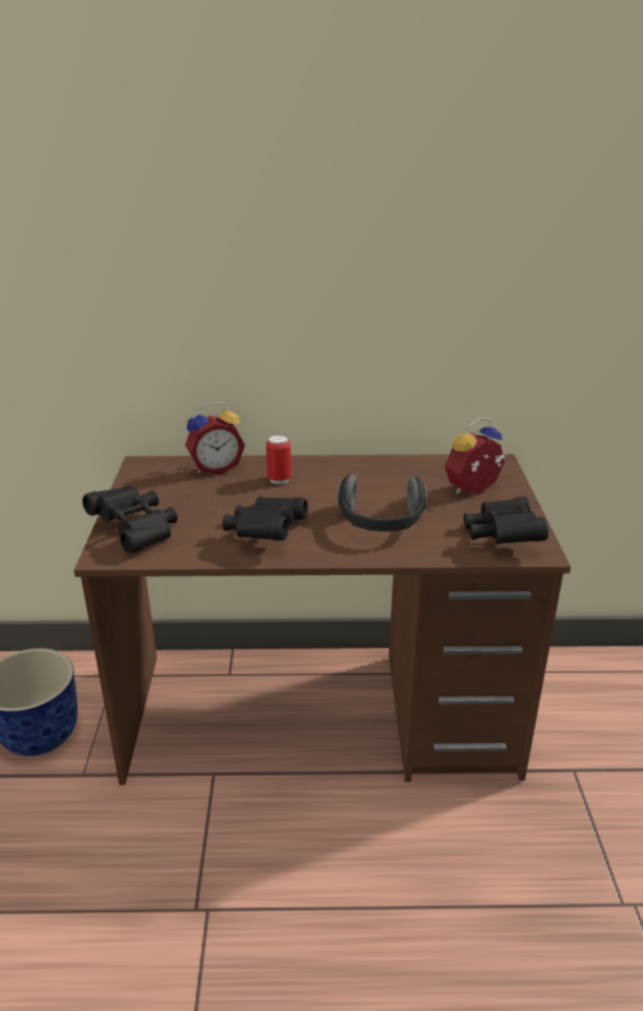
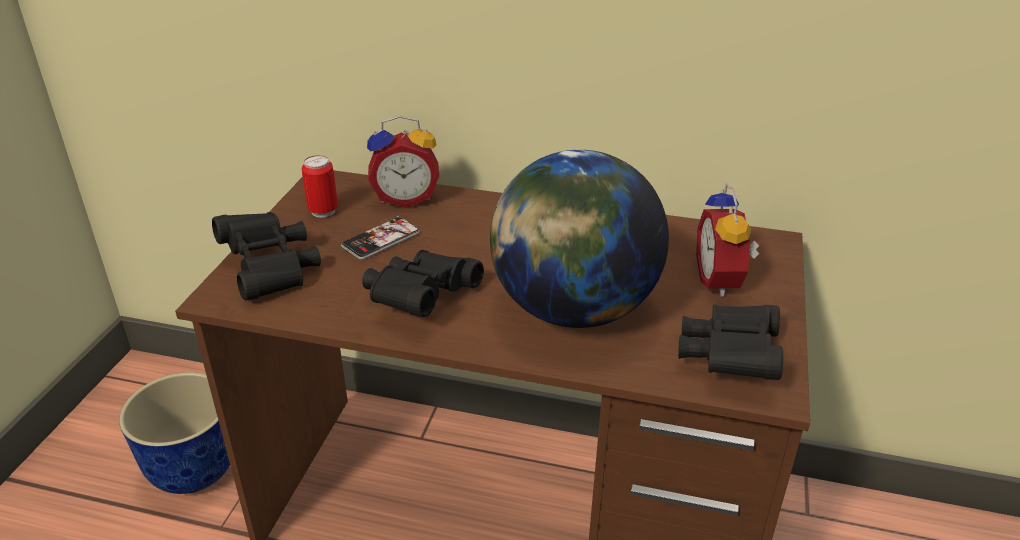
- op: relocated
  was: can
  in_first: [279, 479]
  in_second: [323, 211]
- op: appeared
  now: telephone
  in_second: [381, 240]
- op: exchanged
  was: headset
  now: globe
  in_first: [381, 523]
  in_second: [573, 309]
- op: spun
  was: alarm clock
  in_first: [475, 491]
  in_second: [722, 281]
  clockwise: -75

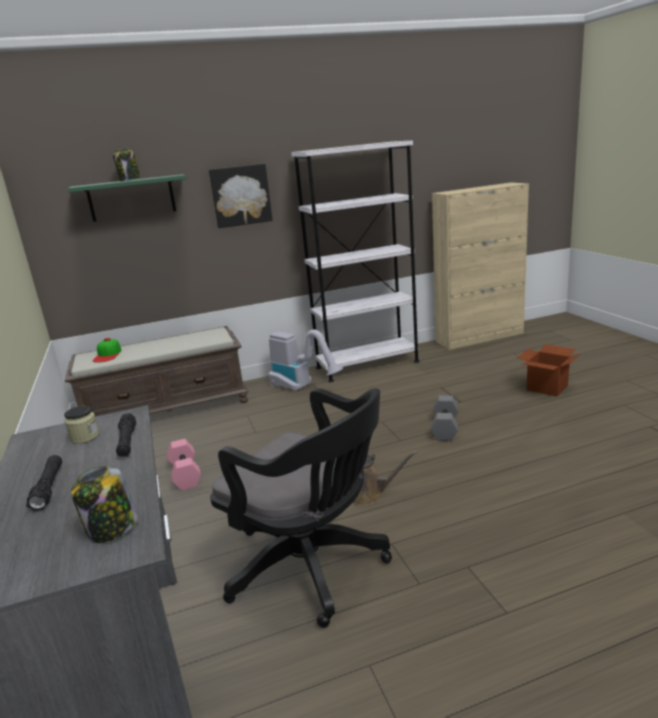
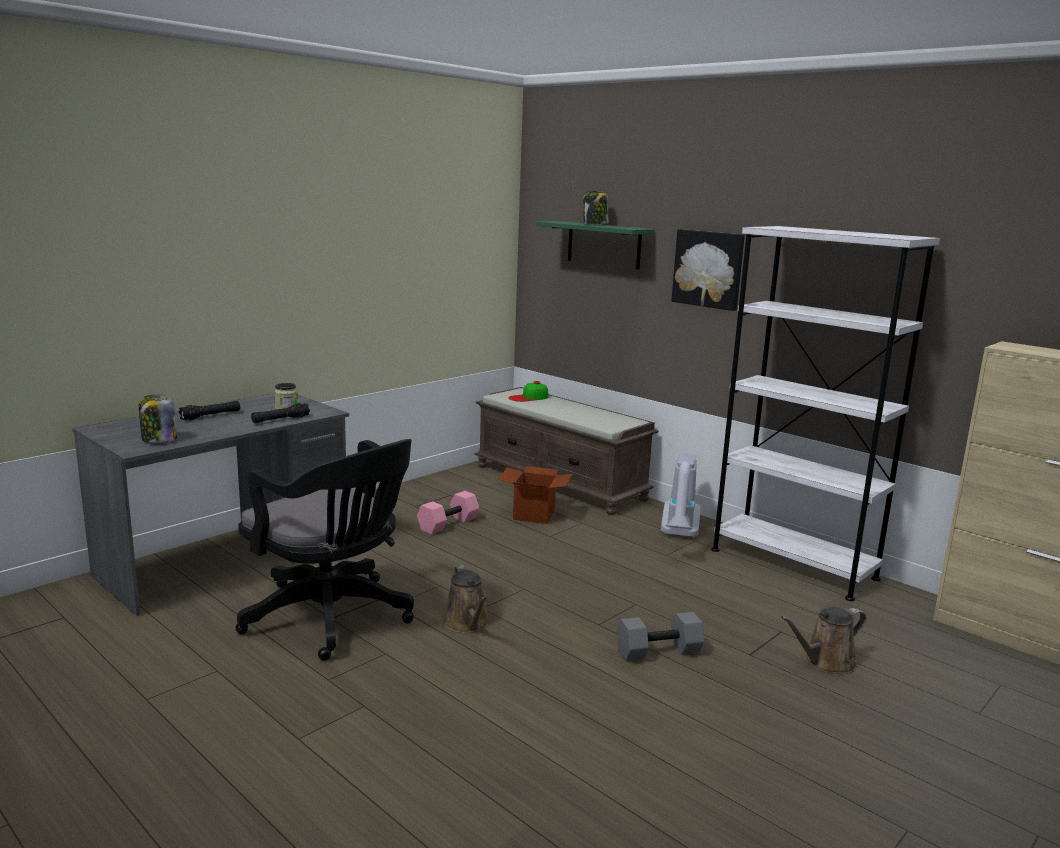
- op: spun
  was: black office chair
  in_first: [313, 567]
  in_second: [333, 618]
  clockwise: -60
- op: relocated
  was: carton
  in_first: [547, 388]
  in_second: [534, 515]
- op: appeared
  now: brownish watering can
  in_second: [825, 662]

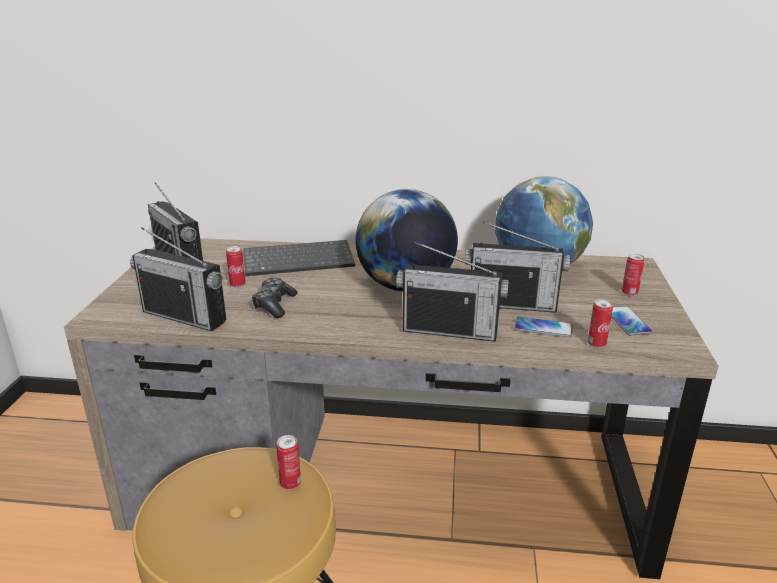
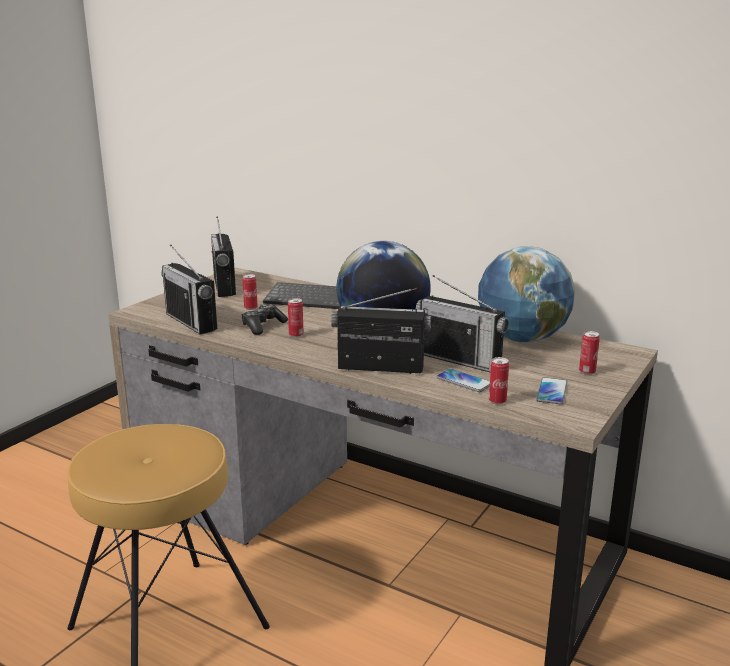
- op: relocated
  was: can
  in_first: [290, 483]
  in_second: [296, 335]
- op: spun
  was: radio
  in_first: [450, 330]
  in_second: [380, 368]
  clockwise: 150

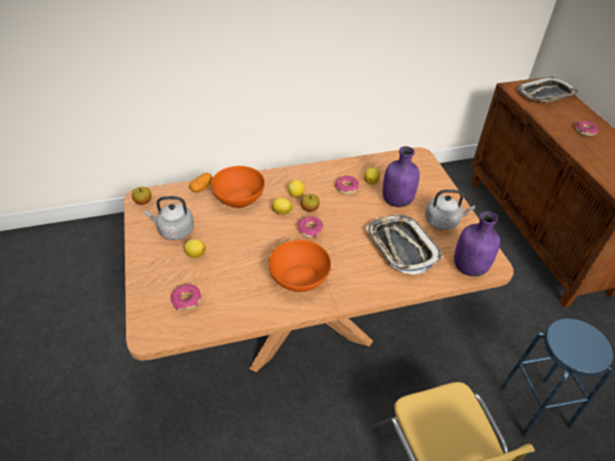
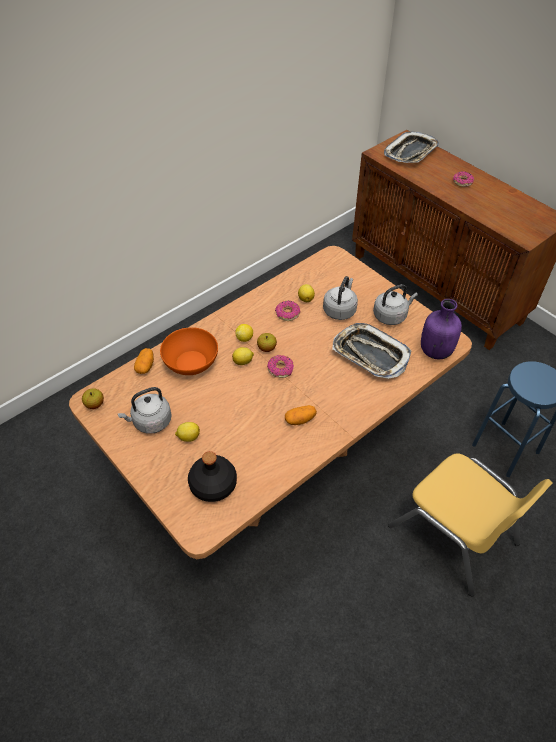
- op: exchanged
  was: donut
  now: black drink bottle
  in_first: [187, 300]
  in_second: [212, 484]
- op: exchanged
  was: orange serving bowl
  now: whole potato
  in_first: [299, 277]
  in_second: [300, 419]
- op: exchanged
  was: purplish drink bottle
  now: greyish kettle
  in_first: [397, 200]
  in_second: [340, 310]

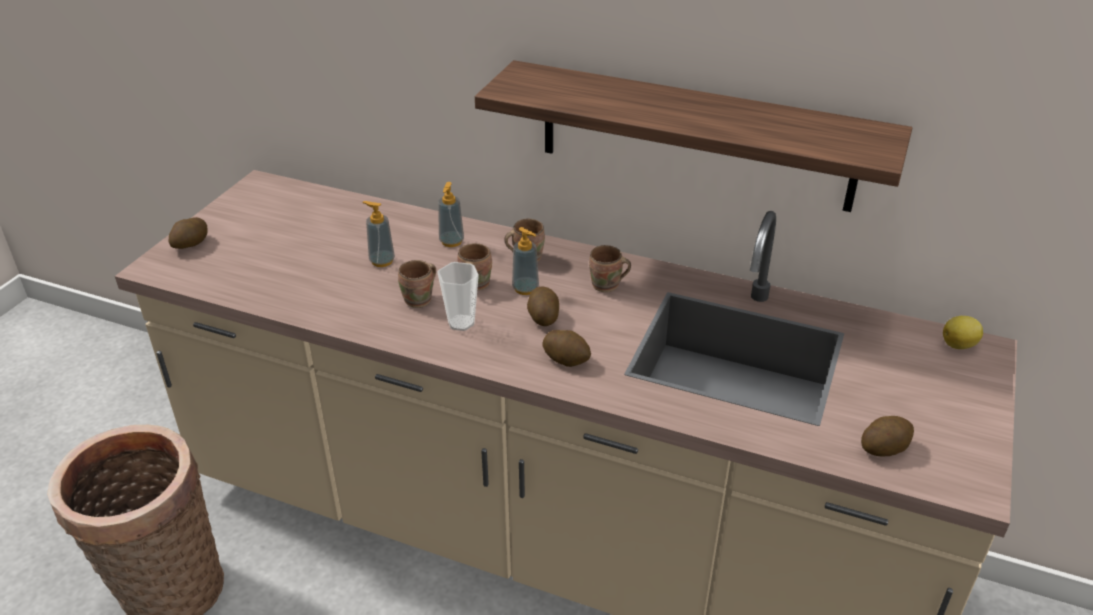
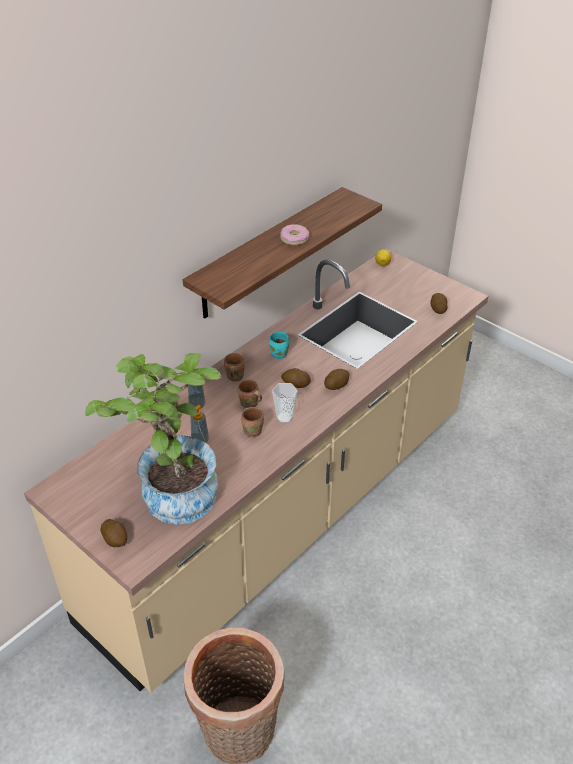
- op: appeared
  now: potted plant
  in_second: [172, 490]
- op: colour
  was: brownish coffee mug
  now: turquoise-coloured coffee mug
  in_first: [607, 286]
  in_second: [280, 354]
- op: appeared
  now: donut
  in_second: [294, 239]
- op: missing
  was: soap dispenser
  in_first: [525, 288]

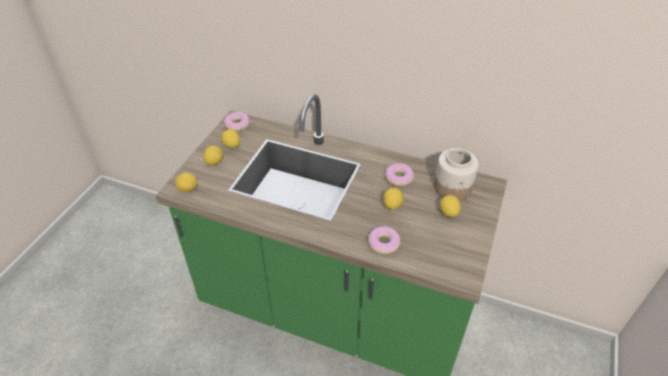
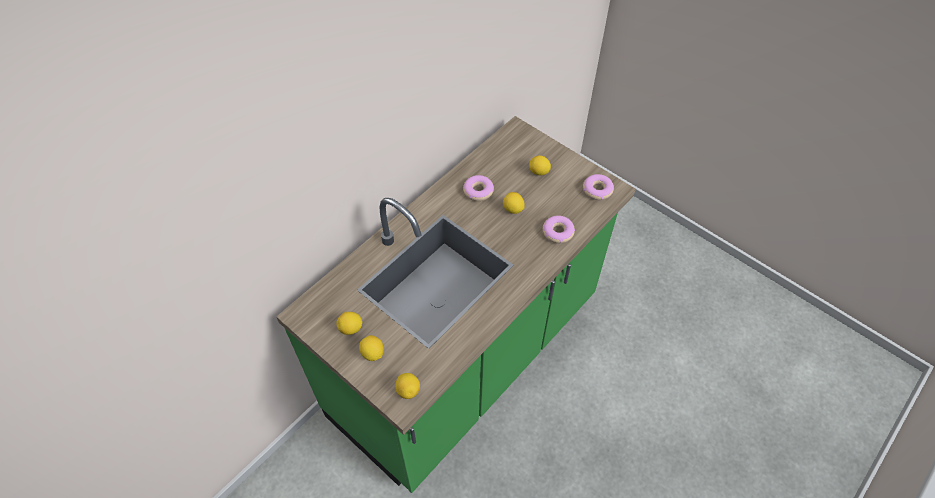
- op: relocated
  was: donut
  in_first: [237, 125]
  in_second: [597, 190]
- op: missing
  was: storage jar
  in_first: [453, 187]

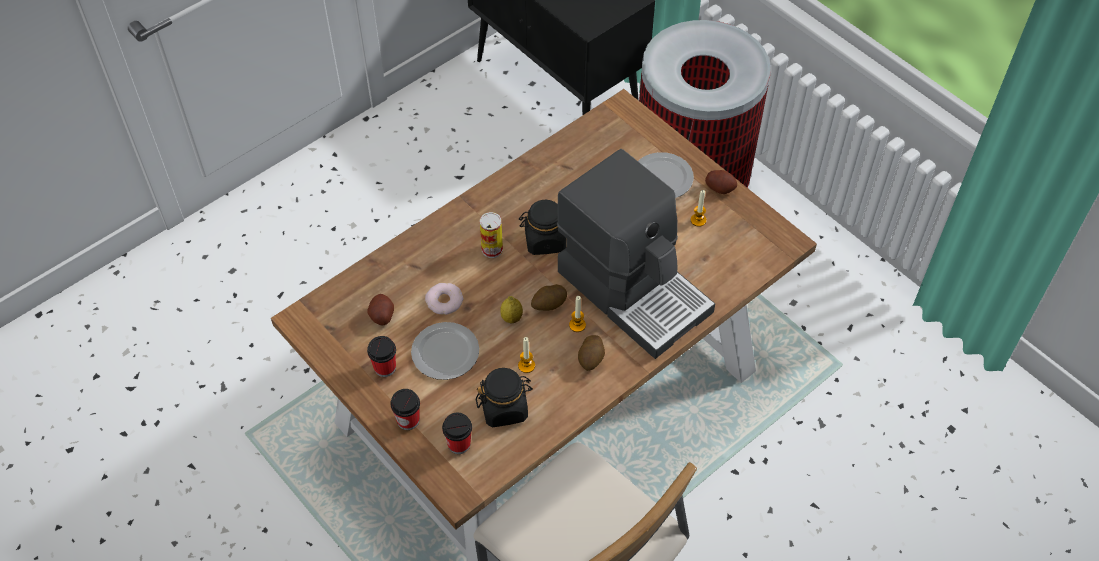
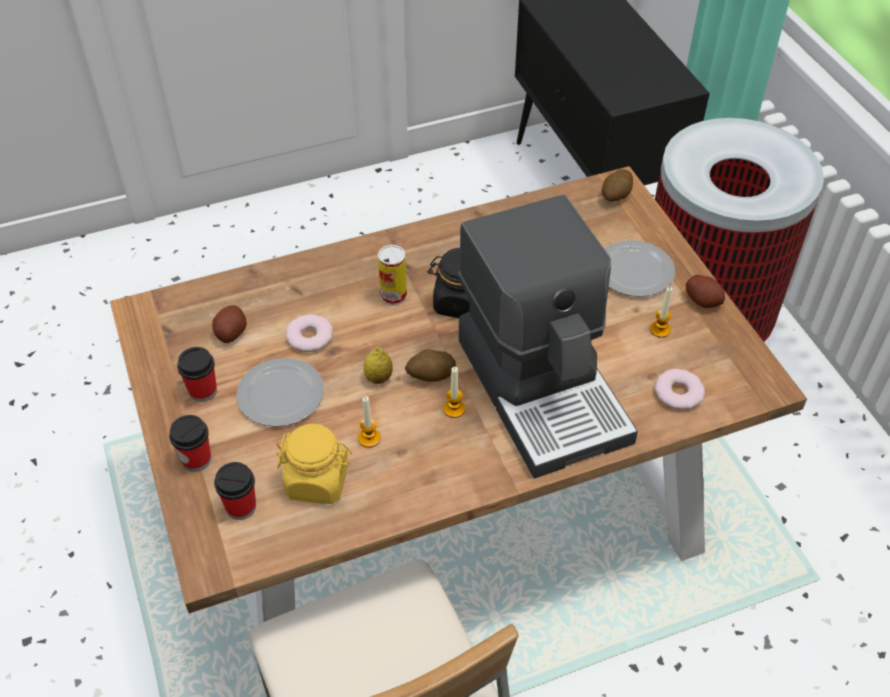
- op: colour
  was: black storage jar
  now: yellowish storage jar
  in_first: [504, 408]
  in_second: [317, 481]
- op: relocated
  was: whole potato
  in_first: [591, 359]
  in_second: [616, 196]
- op: appeared
  now: donut
  in_second: [678, 393]

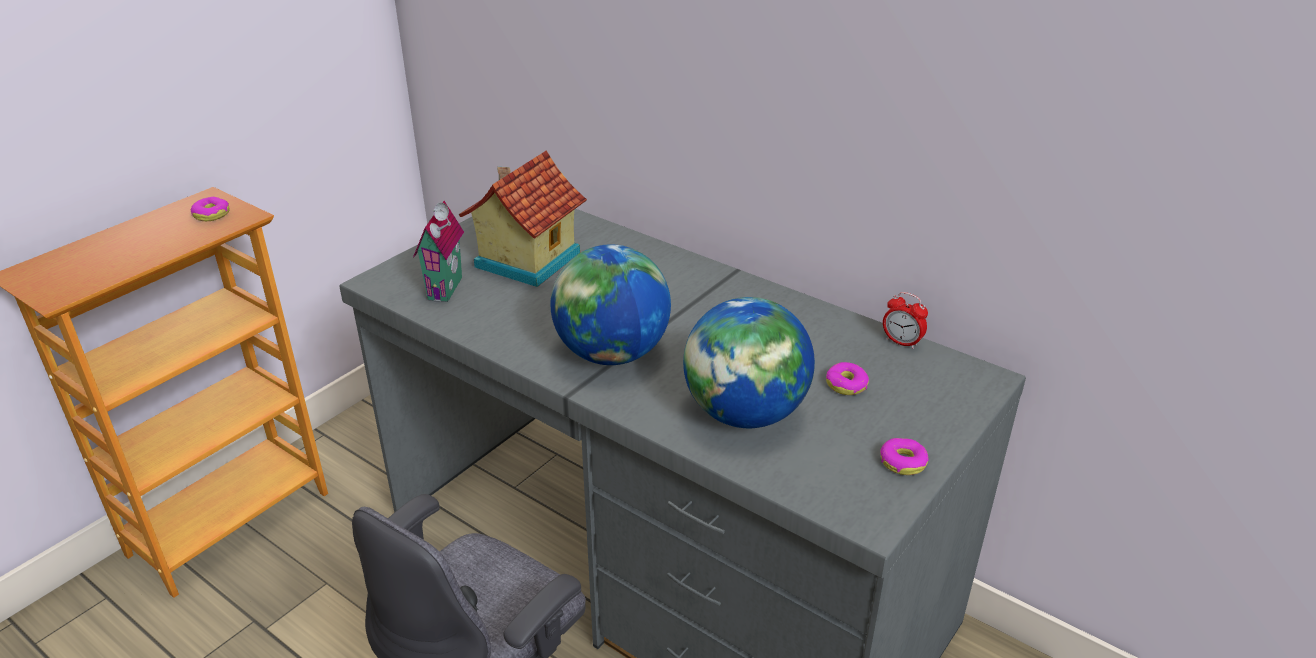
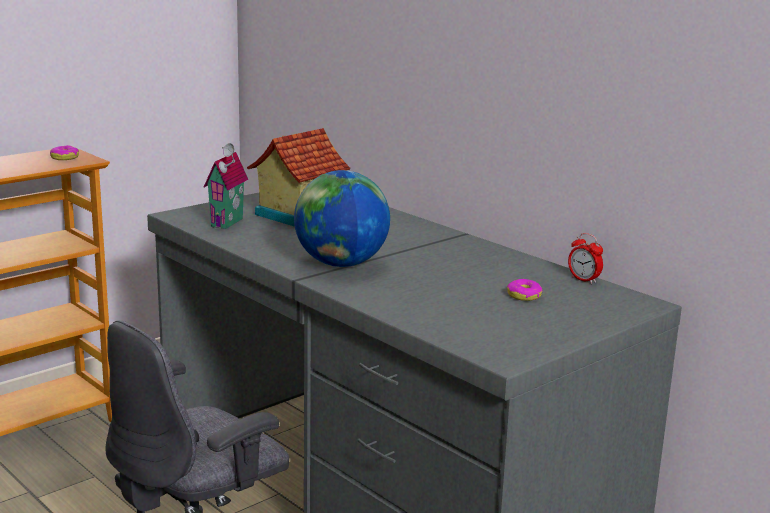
- op: missing
  was: globe
  in_first: [745, 414]
- op: missing
  was: donut
  in_first: [902, 462]

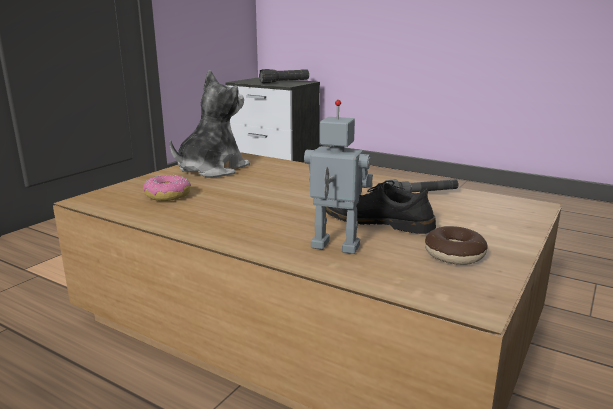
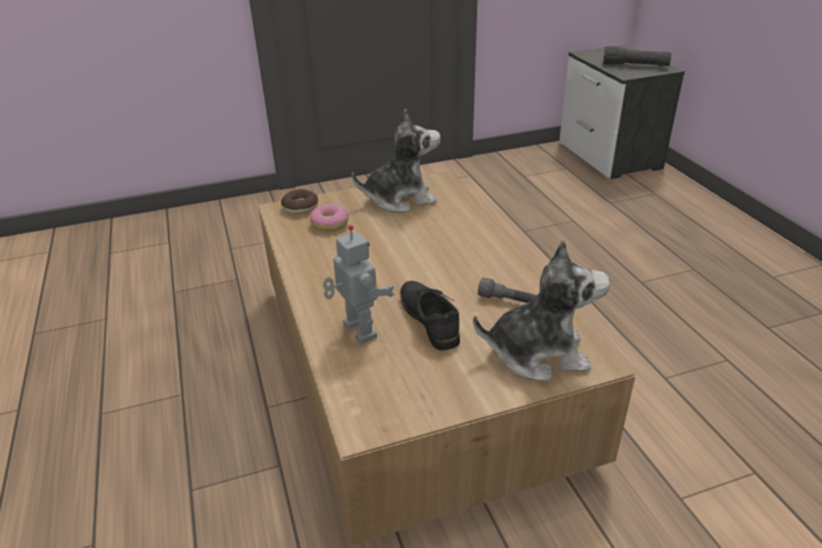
- op: relocated
  was: donut
  in_first: [454, 254]
  in_second: [300, 207]
- op: appeared
  now: cuddly toy
  in_second: [538, 353]

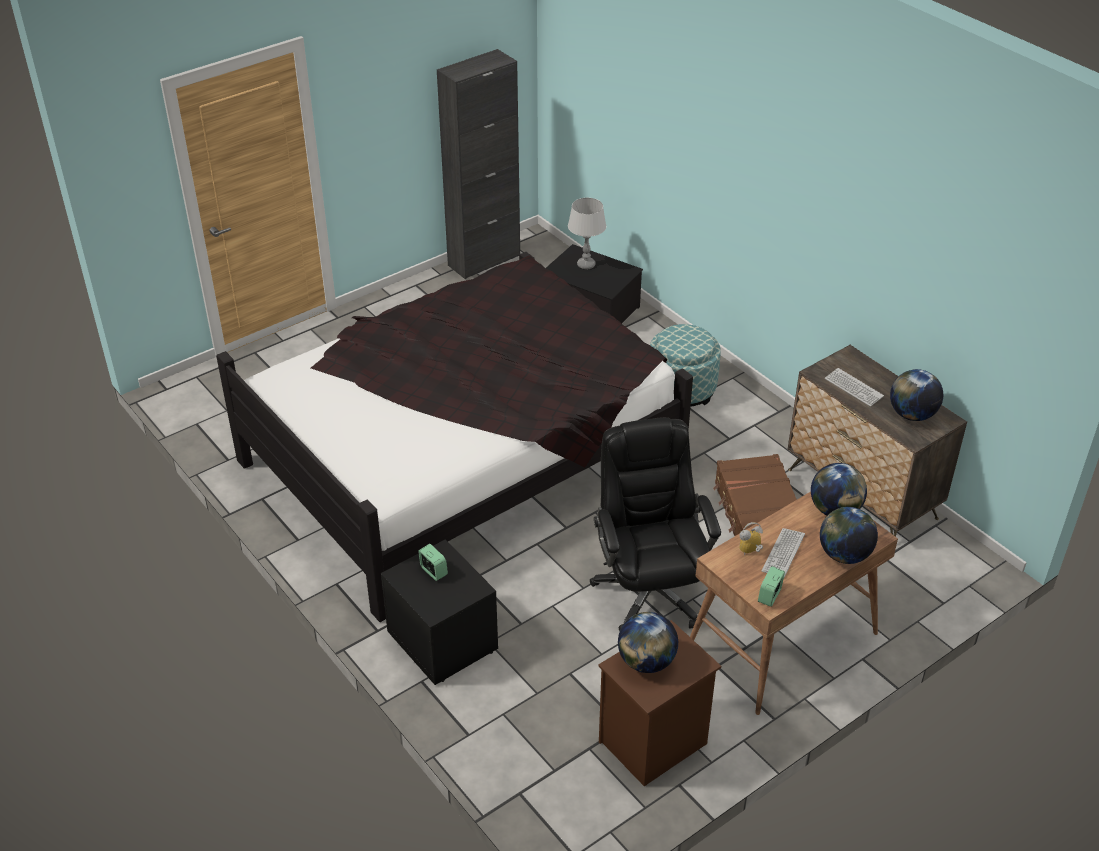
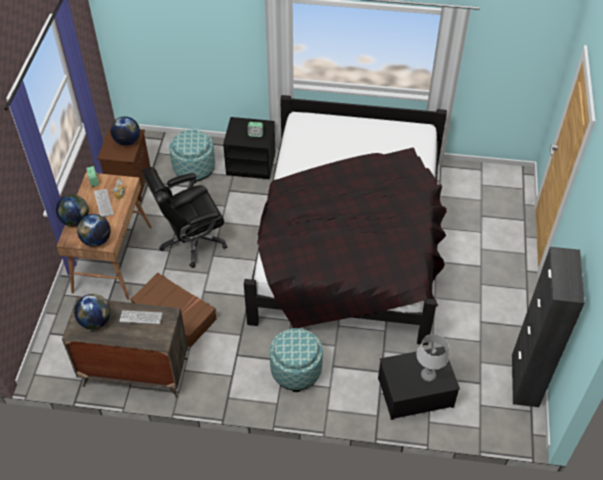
- op: spun
  was: black office chair
  in_first: [650, 590]
  in_second: [191, 241]
  clockwise: 120
- op: appeared
  now: ottoman
  in_second: [194, 168]

